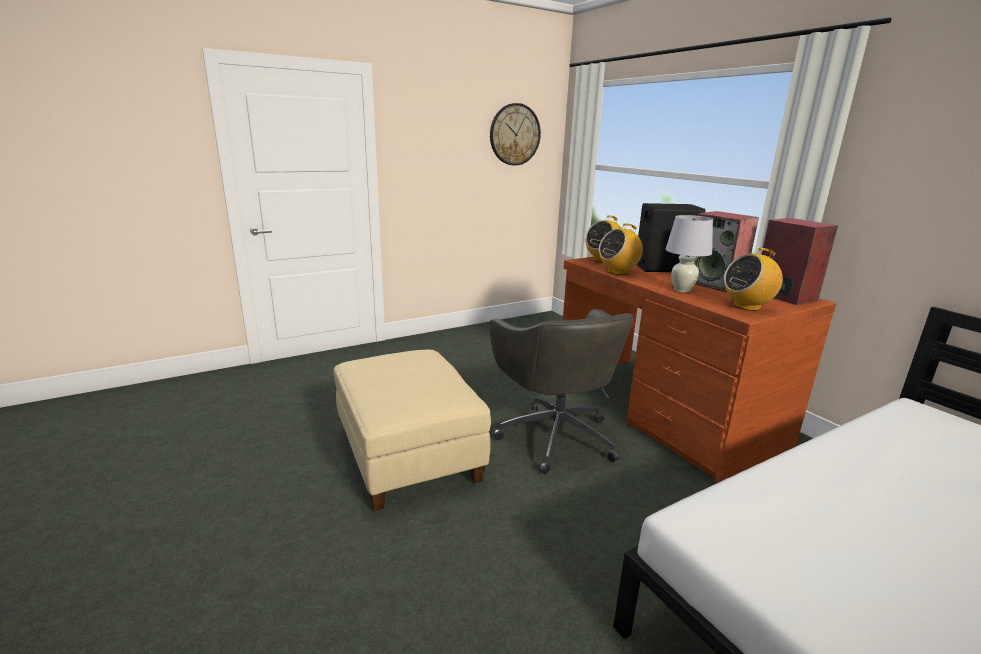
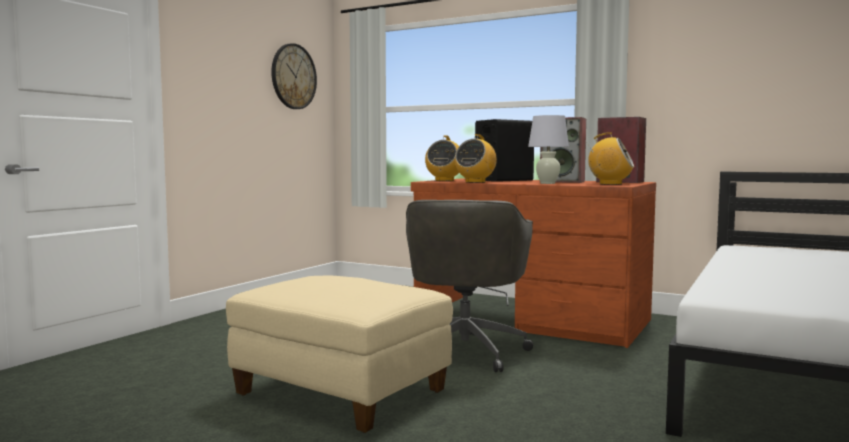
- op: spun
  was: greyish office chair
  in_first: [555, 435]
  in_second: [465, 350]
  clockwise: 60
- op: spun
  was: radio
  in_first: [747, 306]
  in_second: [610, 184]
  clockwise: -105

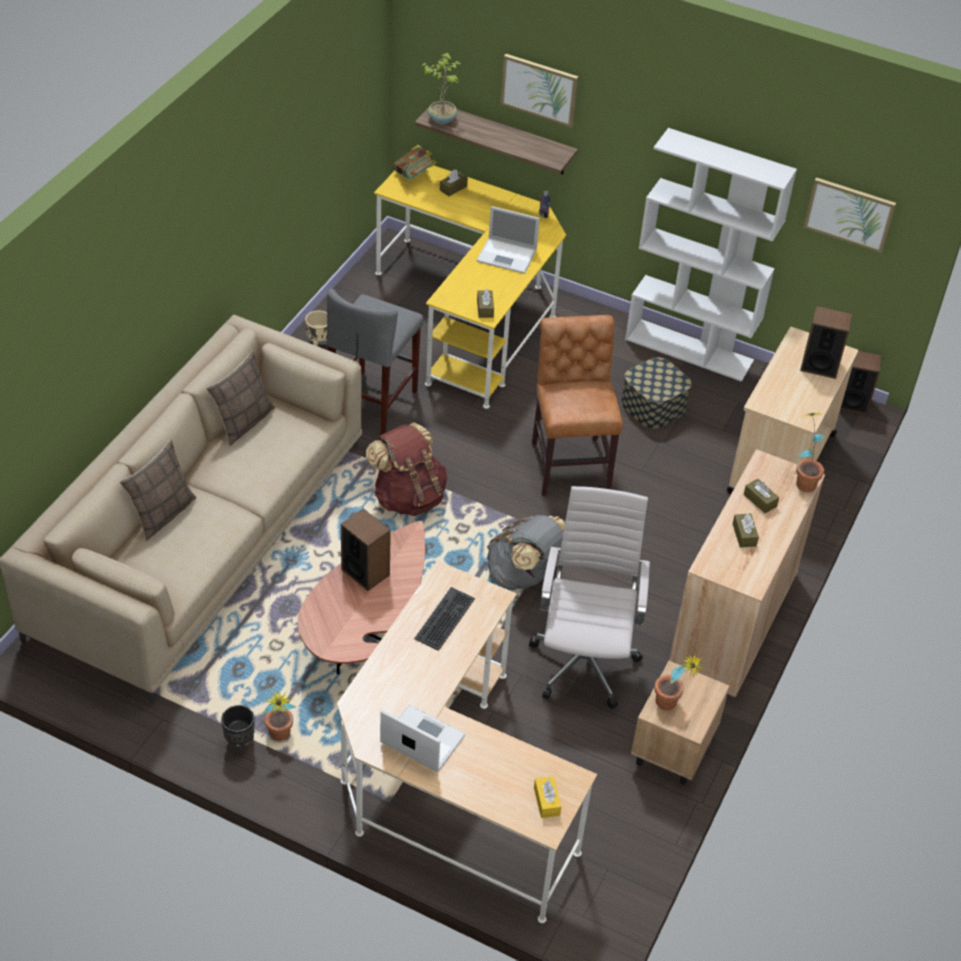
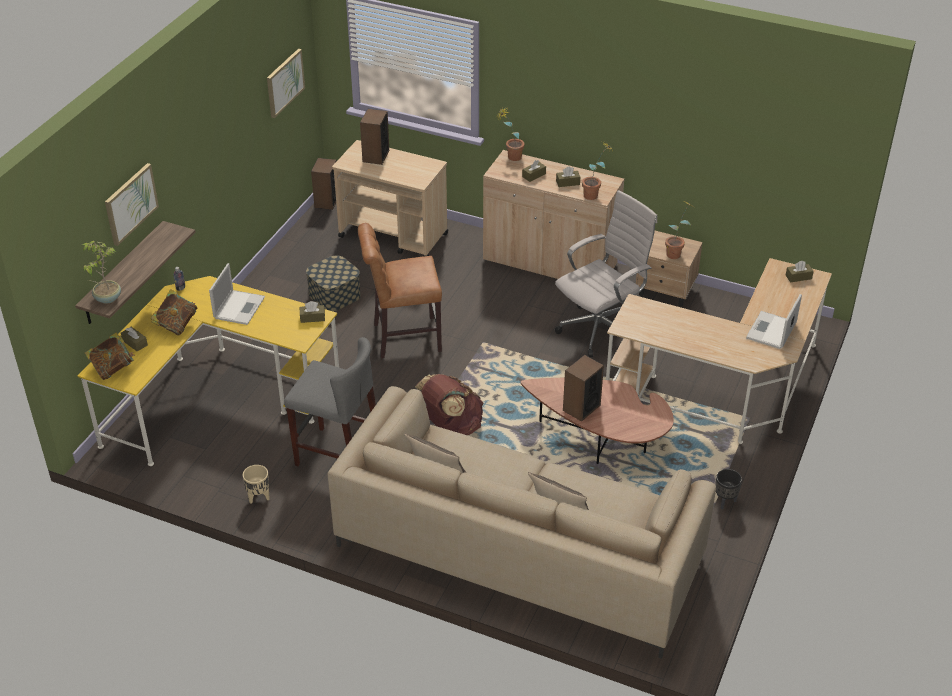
- op: appeared
  now: volume
  in_second: [176, 325]
- op: spun
  was: whitish office chair
  in_first: [584, 660]
  in_second: [600, 329]
  clockwise: 135
- op: relocated
  was: potted plant
  in_first: [280, 738]
  in_second: [595, 195]
- op: colour
  was: yellowish tissue box
  now: brownish tissue box
  in_first: [546, 801]
  in_second: [798, 277]
- op: missing
  was: keyboard
  in_first: [445, 619]
- op: missing
  was: greyish rucksack
  in_first: [524, 575]
- op: missing
  was: whitish bookcase
  in_first: [690, 350]

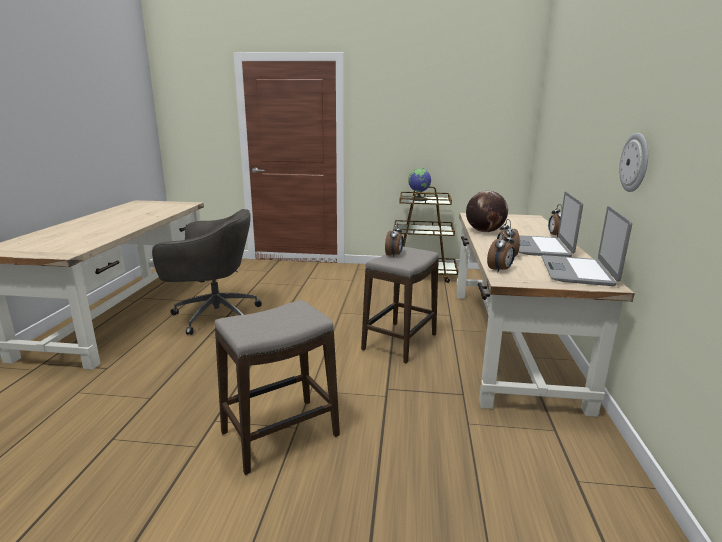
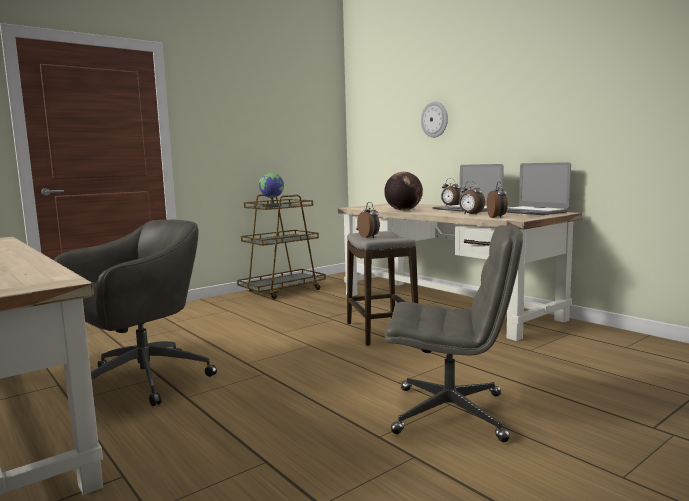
- op: exchanged
  was: stool
  now: greyish office chair
  in_first: [280, 434]
  in_second: [451, 413]
- op: relocated
  was: clock on the wall
  in_first: [635, 162]
  in_second: [435, 119]

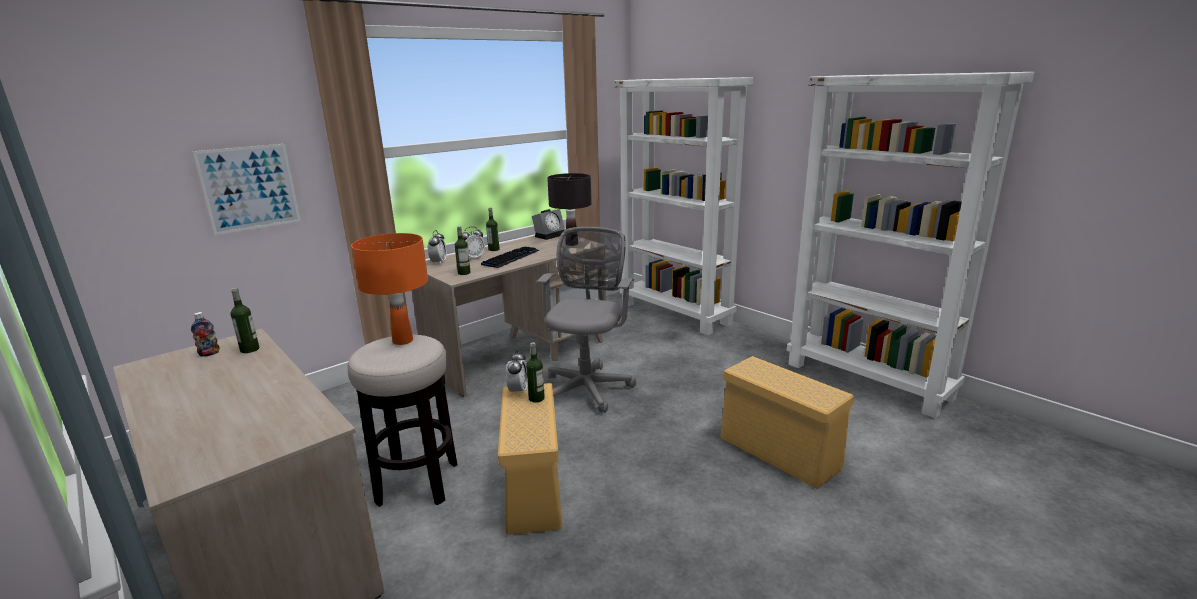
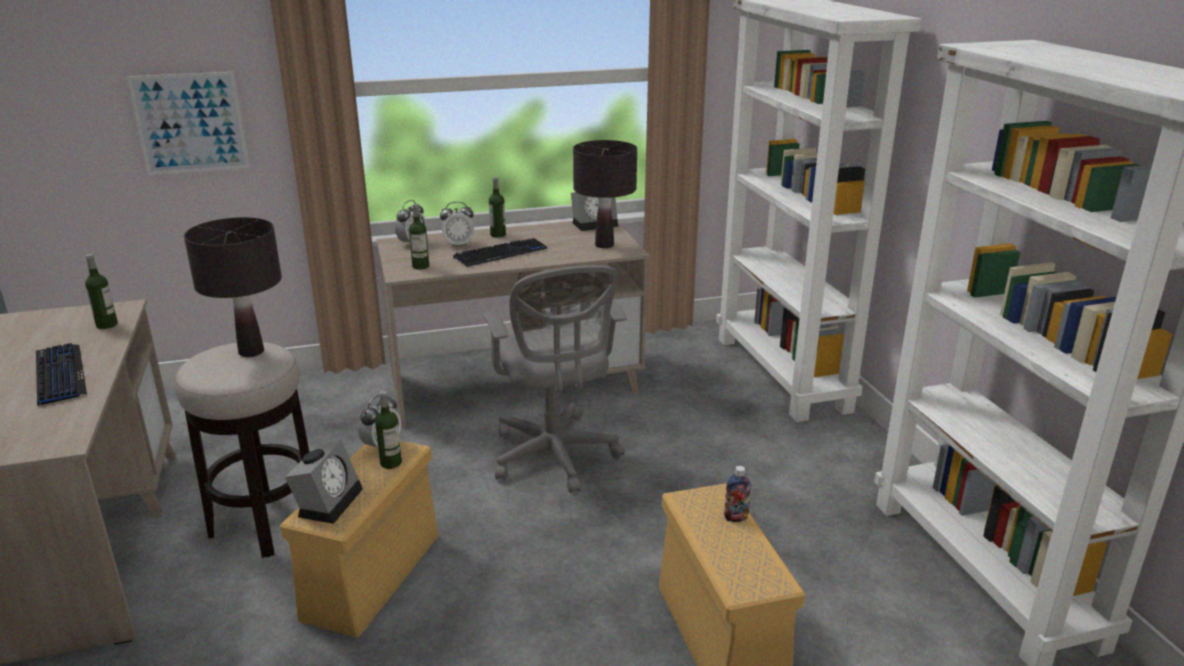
- op: appeared
  now: keyboard
  in_second: [59, 375]
- op: colour
  was: orange table lamp
  now: black table lamp
  in_first: [403, 341]
  in_second: [251, 352]
- op: appeared
  now: alarm clock
  in_second: [329, 501]
- op: spun
  was: greyish office chair
  in_first: [587, 388]
  in_second: [555, 457]
  clockwise: 120
- op: relocated
  was: drink bottle
  in_first: [209, 354]
  in_second: [736, 518]

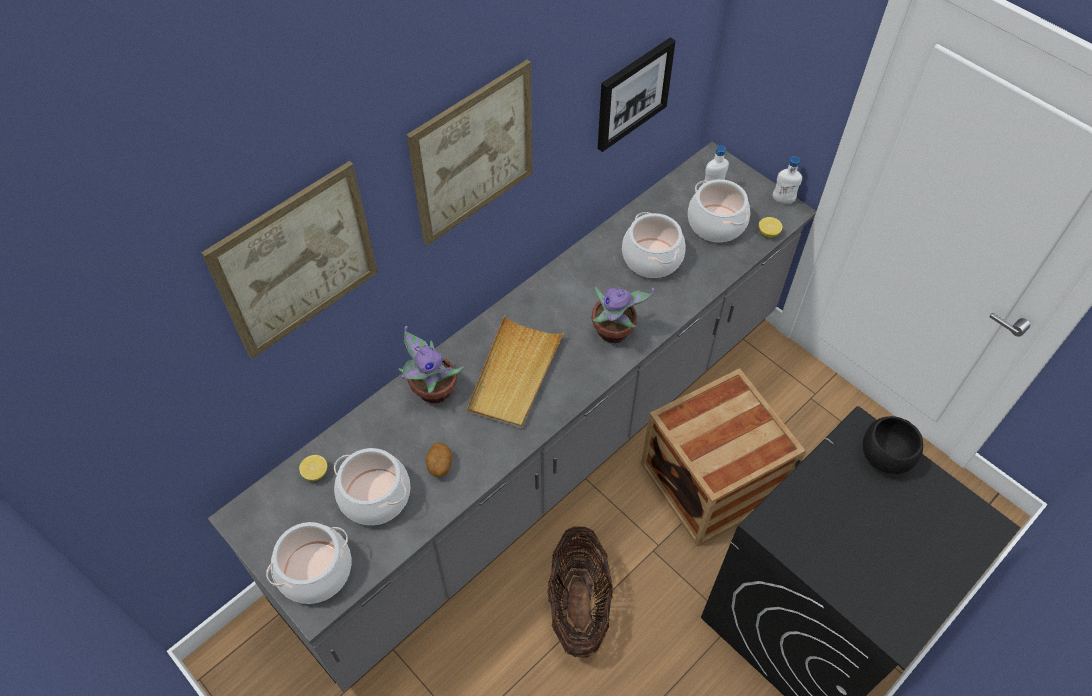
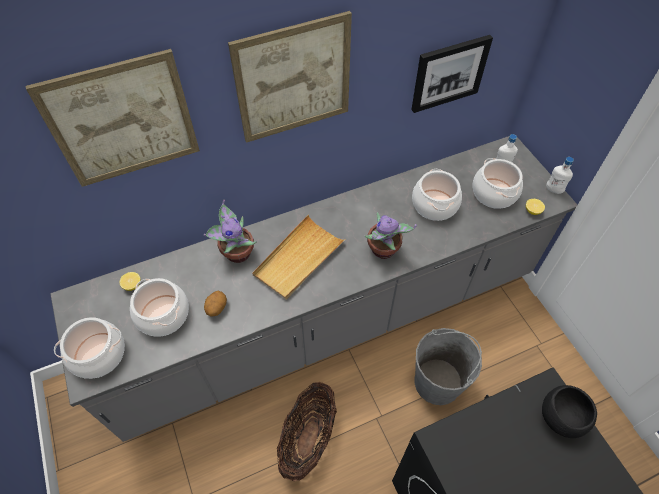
- op: exchanged
  was: shipping crate
  now: greyish pail
  in_first: [711, 481]
  in_second: [438, 382]

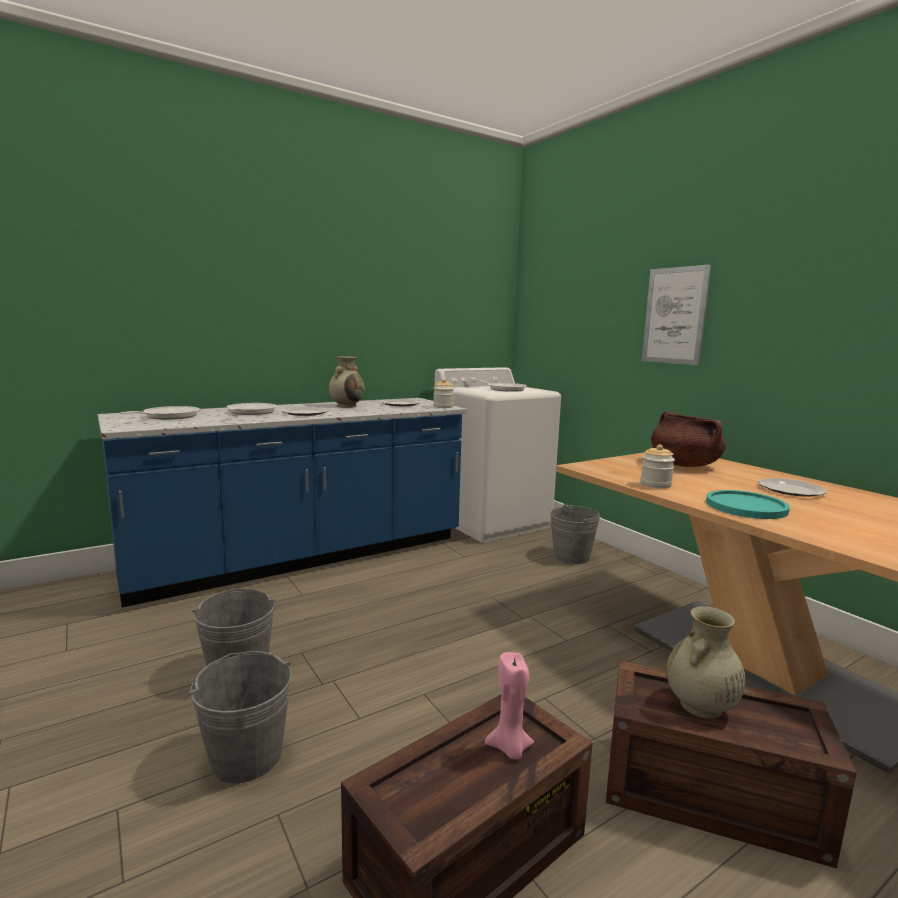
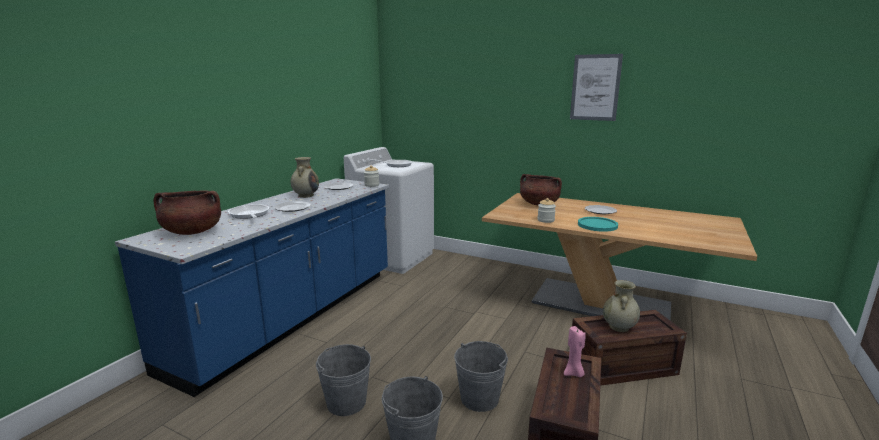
- op: exchanged
  was: skillet
  now: brownish stockpot
  in_first: [167, 416]
  in_second: [192, 232]
- op: relocated
  was: greyish pail
  in_first: [571, 556]
  in_second: [479, 398]
- op: relocated
  was: wall art
  in_first: [674, 316]
  in_second: [595, 87]

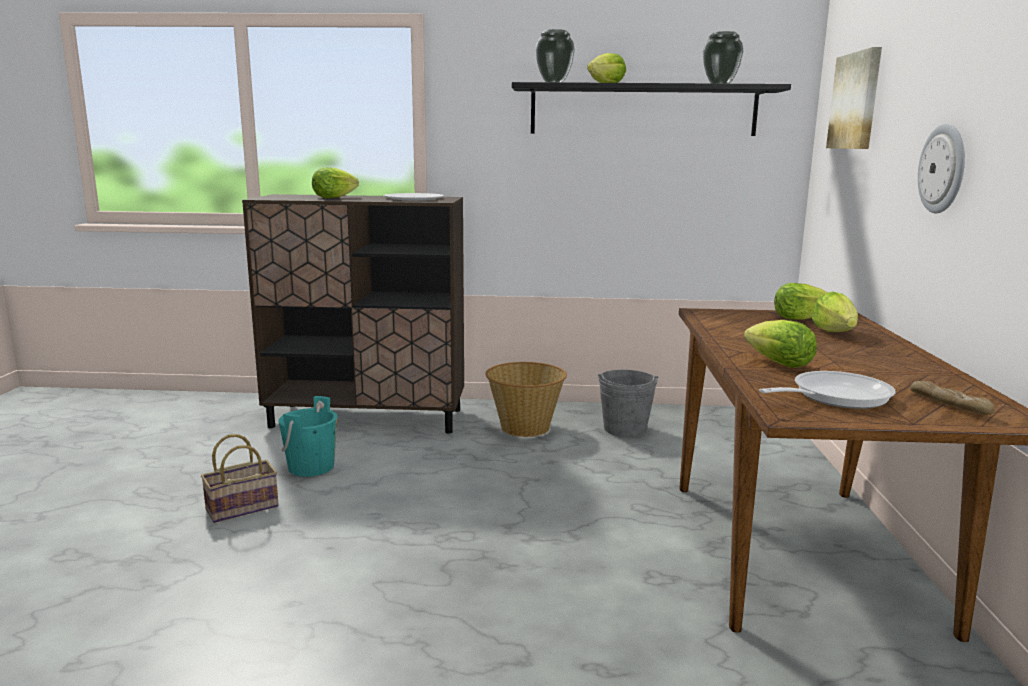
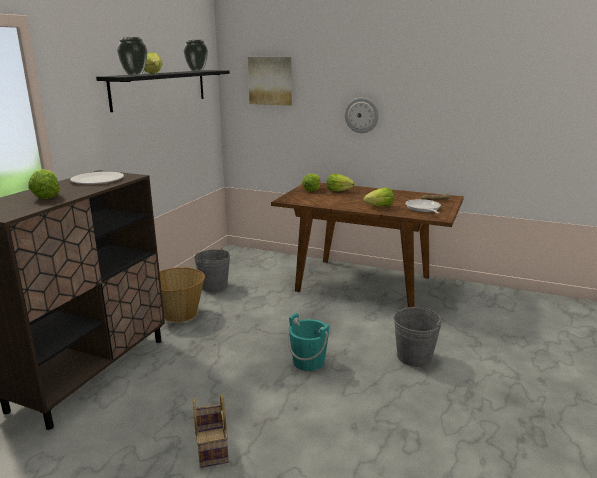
- op: relocated
  was: turquoise-coloured pail
  in_first: [311, 467]
  in_second: [308, 361]
- op: appeared
  now: greyish pail
  in_second: [414, 357]

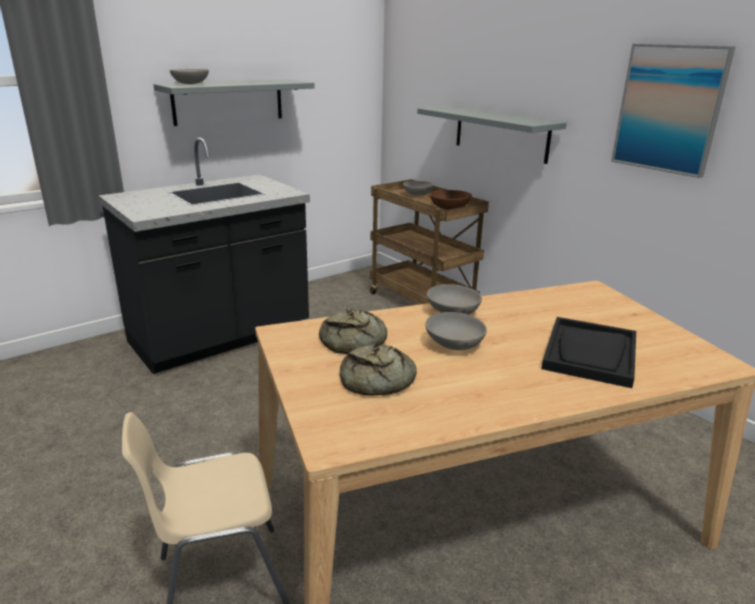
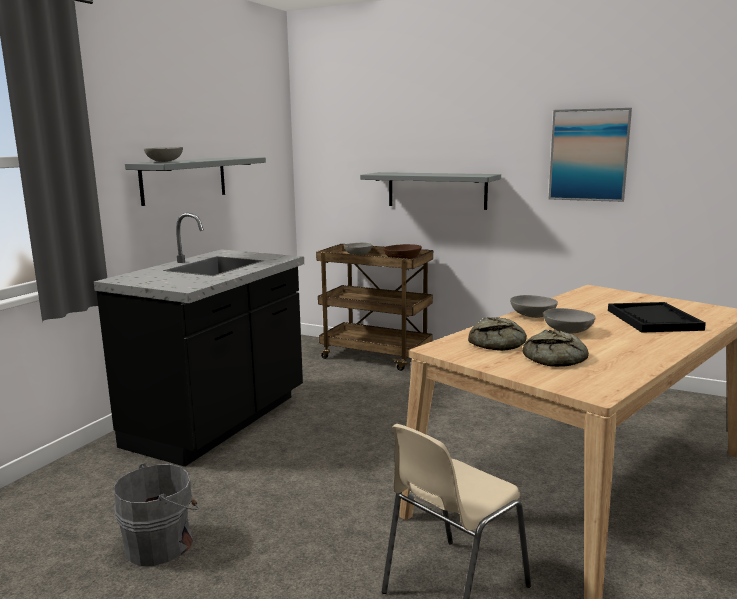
- op: appeared
  now: greyish pail
  in_second: [162, 543]

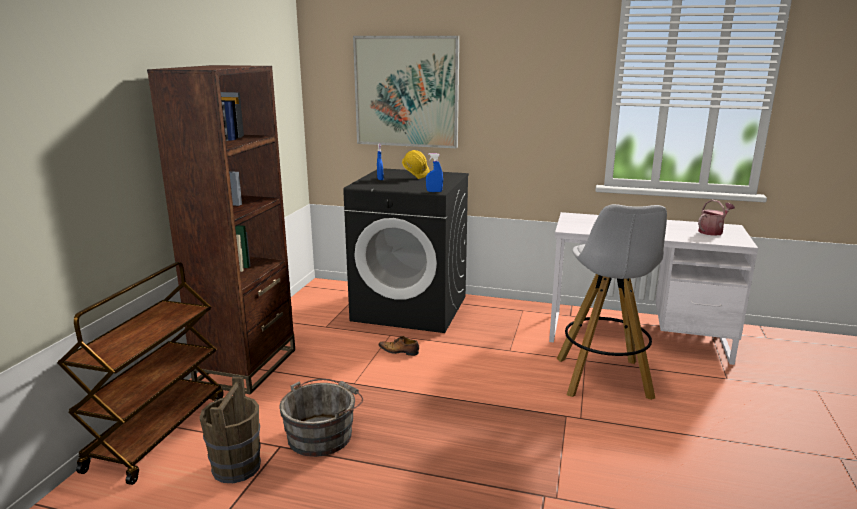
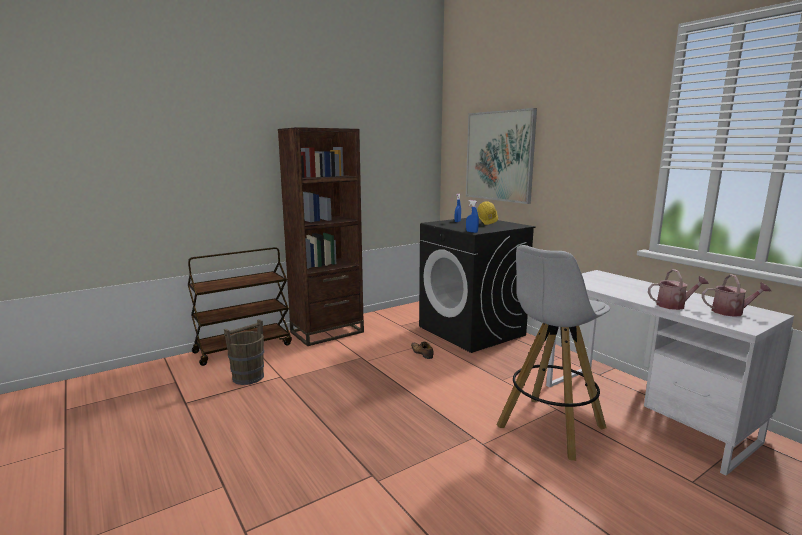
- op: appeared
  now: watering can
  in_second: [674, 305]
- op: missing
  was: greyish pail
  in_first: [323, 434]

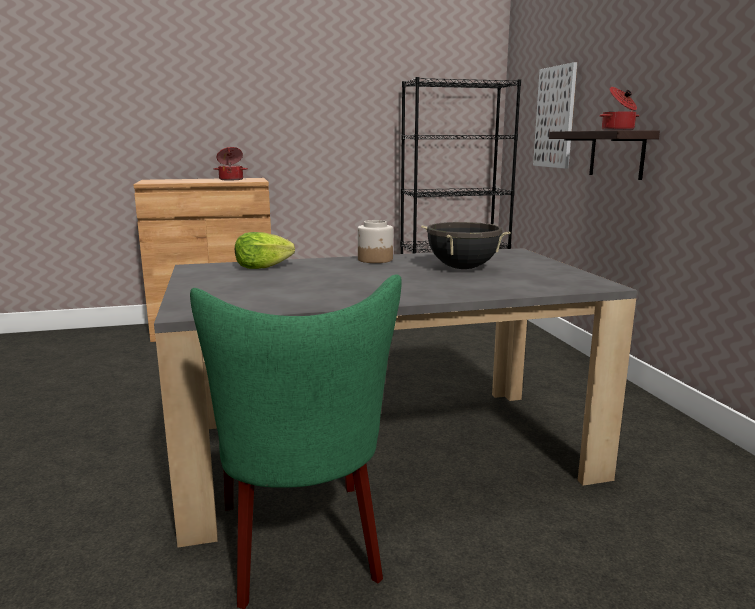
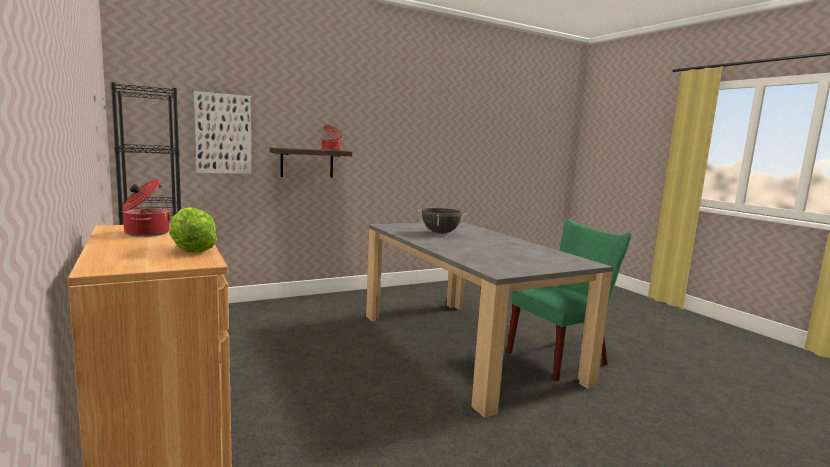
- op: relocated
  was: lettuce
  in_first: [262, 267]
  in_second: [191, 250]
- op: missing
  was: storage jar
  in_first: [375, 260]

